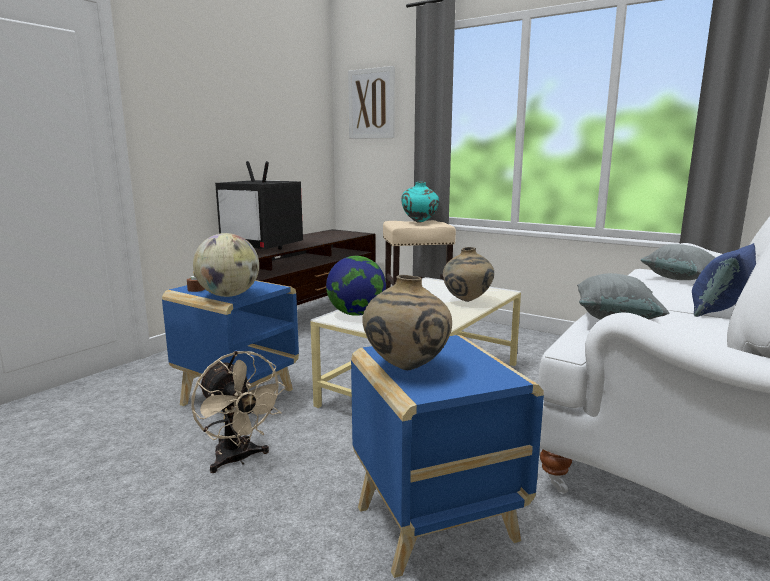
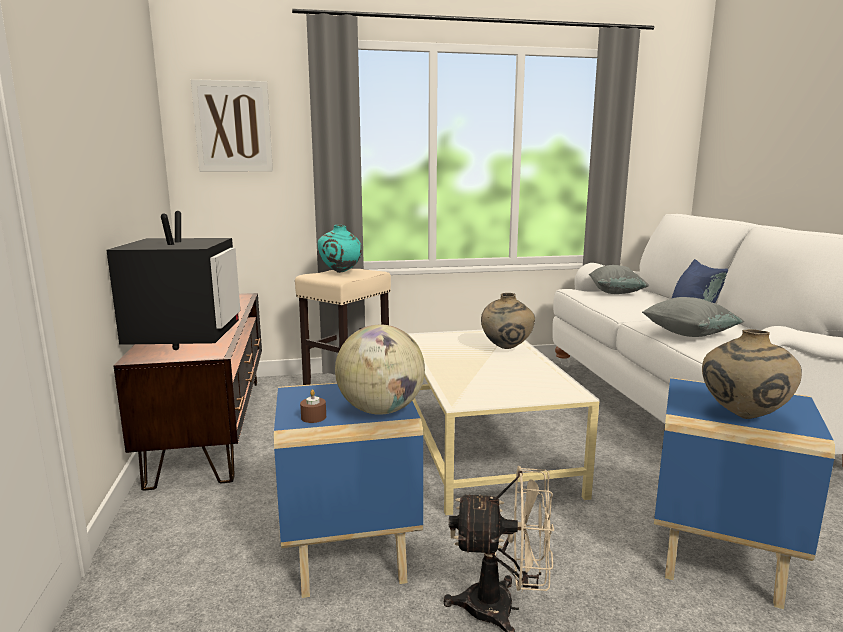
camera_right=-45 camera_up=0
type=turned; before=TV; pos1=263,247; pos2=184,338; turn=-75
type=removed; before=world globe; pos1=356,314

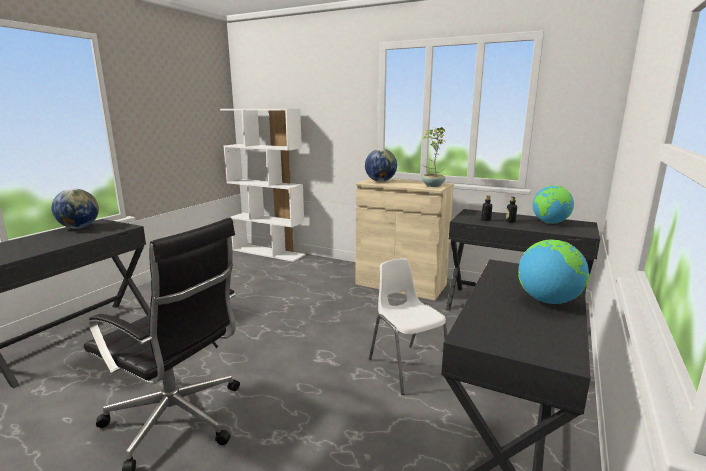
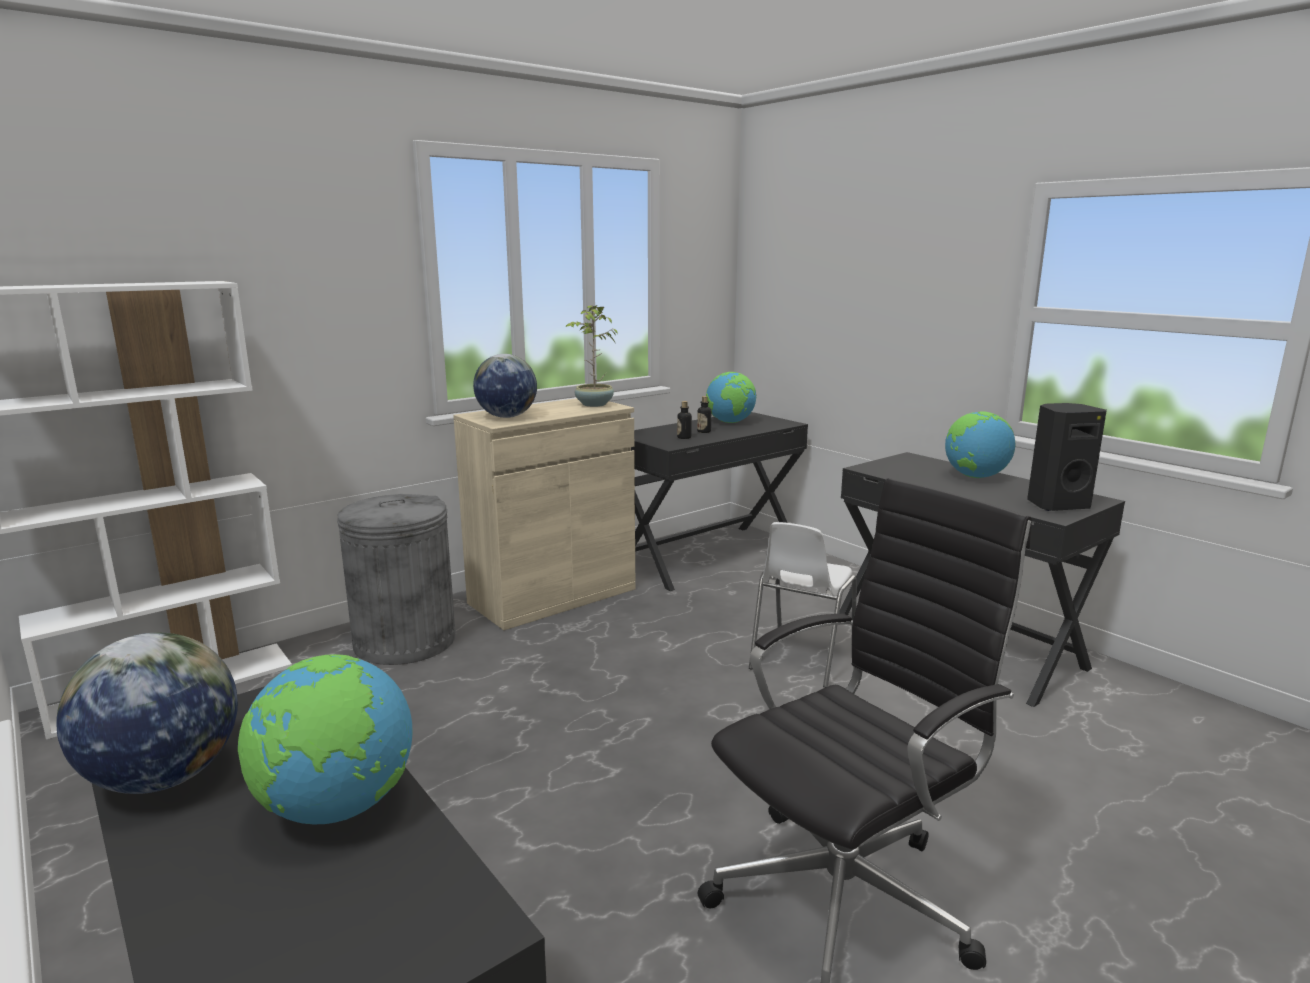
camera_right=-65 camera_up=0
type=turned; before=whitish plain chair; pos1=407,367; pos2=801,658; turn=-60
type=added; after=world globe; pos2=337,808
type=added; after=grey rubbish bin; pos2=405,640
type=added; after=black loudspeaker; pos2=1056,505

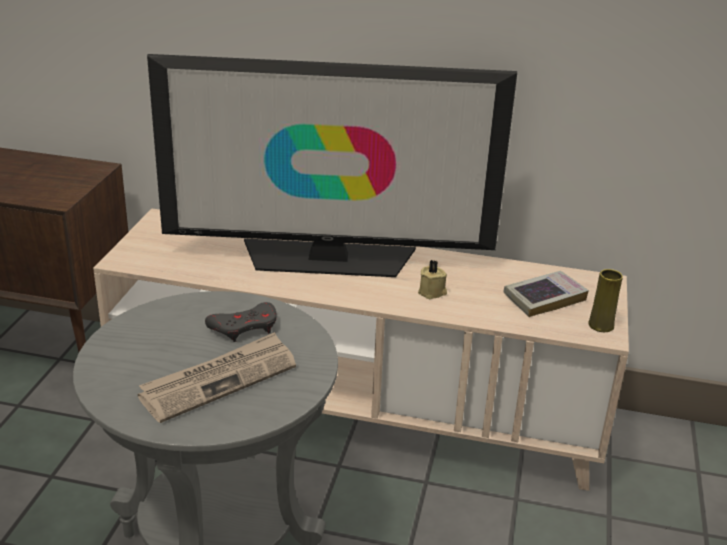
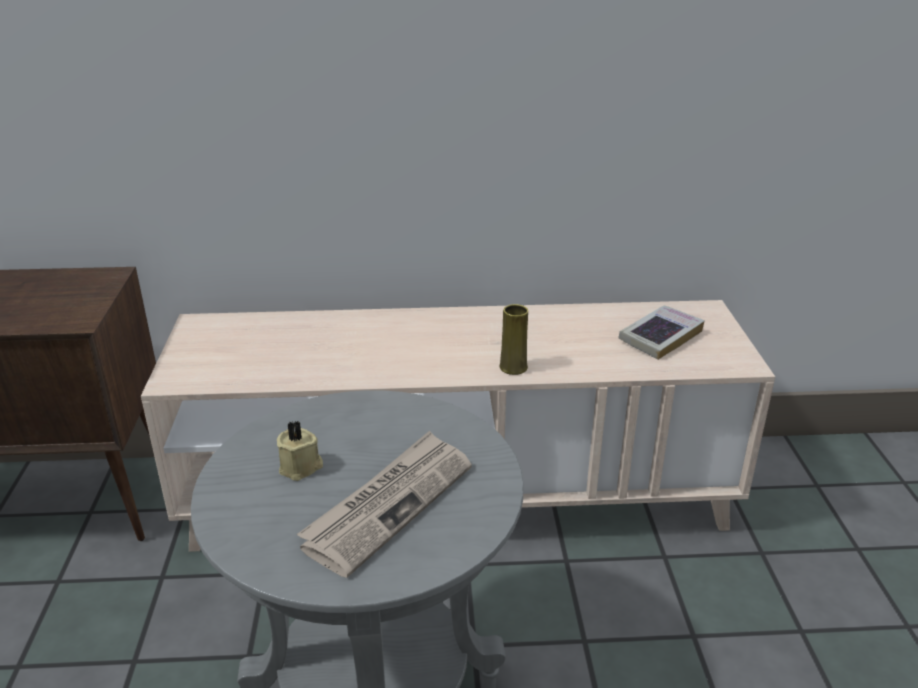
camera_right=-15 camera_up=0
type=removed; before=TV; pos1=328,259
type=removed; before=grey joypad; pos1=244,327
type=moved; before=beige-coloured candle; pos1=432,292; pos2=301,467
type=moved; before=yellowish flower vase; pos1=601,325; pos2=513,367

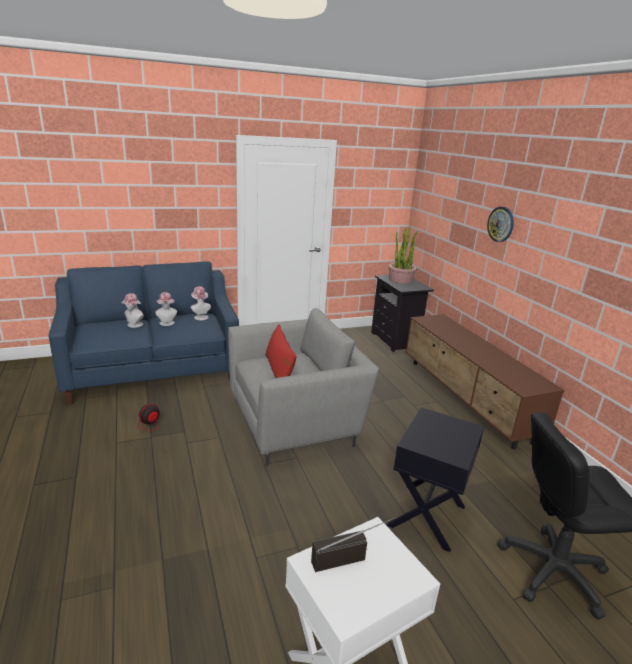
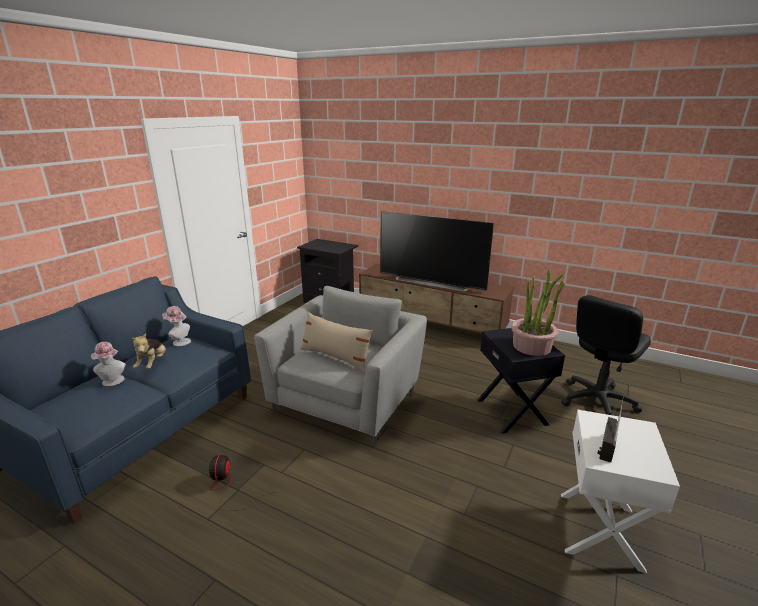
camera_right=-40 camera_up=0
type=replaced; before=hat; after=cuddly toy; pos1=167,323; pos2=153,363
type=recoloured; before=reddish cushion; after=beige-coloured cushion; pos1=279,372; pos2=335,357
type=moved; before=plant in a pot; pos1=400,279; pos2=532,346
type=removed; before=hanging clock; pos1=501,224
type=added; after=TV; pos2=432,282

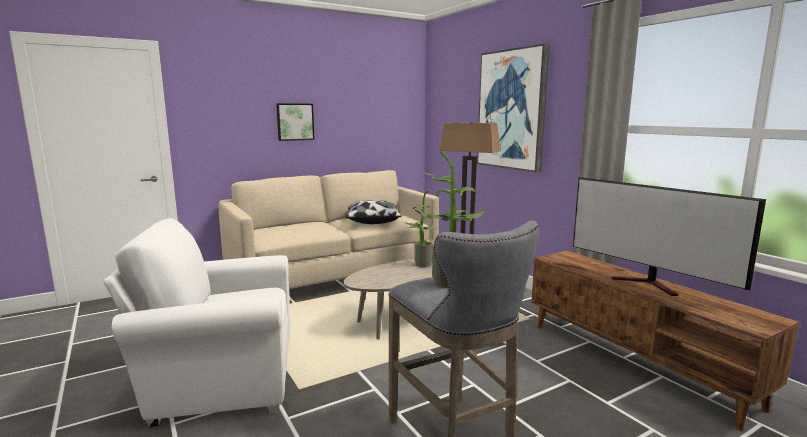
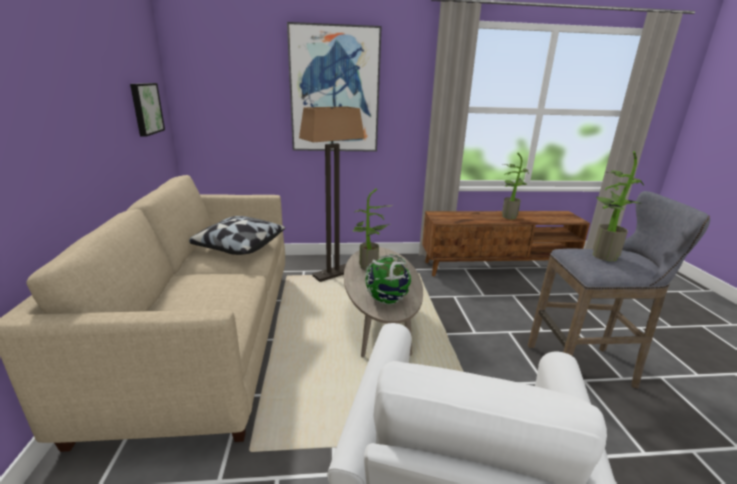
camera_right=-65 camera_up=10
type=moved; before=wall art; pos1=295,122; pos2=145,108
type=replaced; before=TV; after=plant in a pot; pos1=649,284; pos2=508,216
type=added; after=world globe; pos2=387,300

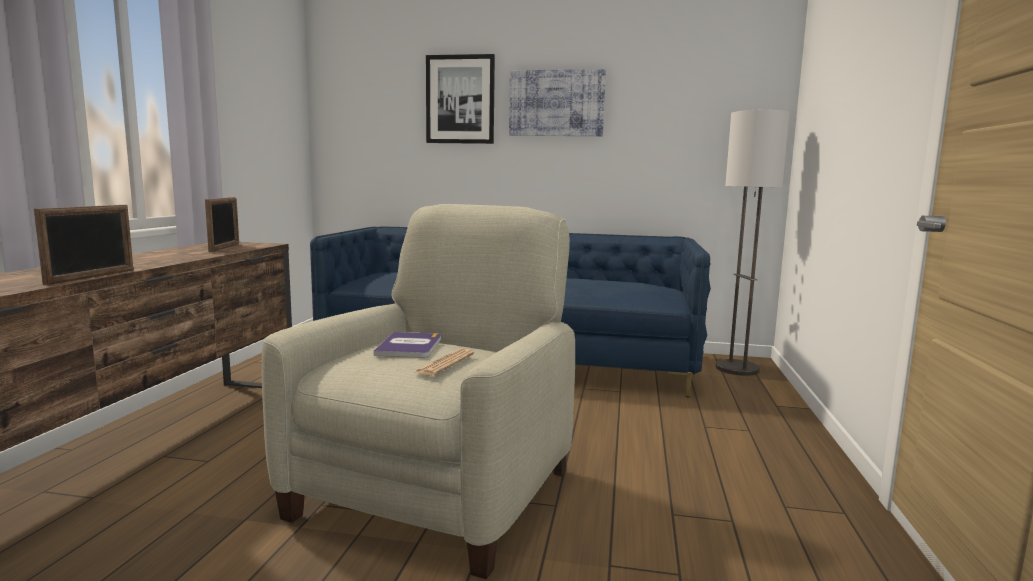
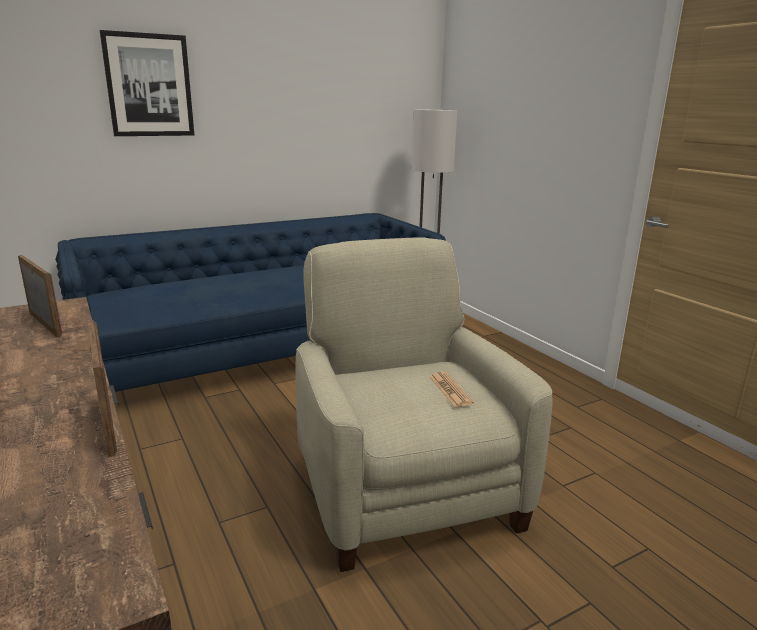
camera_right=-40 camera_up=10
type=removed; before=bound book; pos1=409,346
type=removed; before=wall art; pos1=556,103

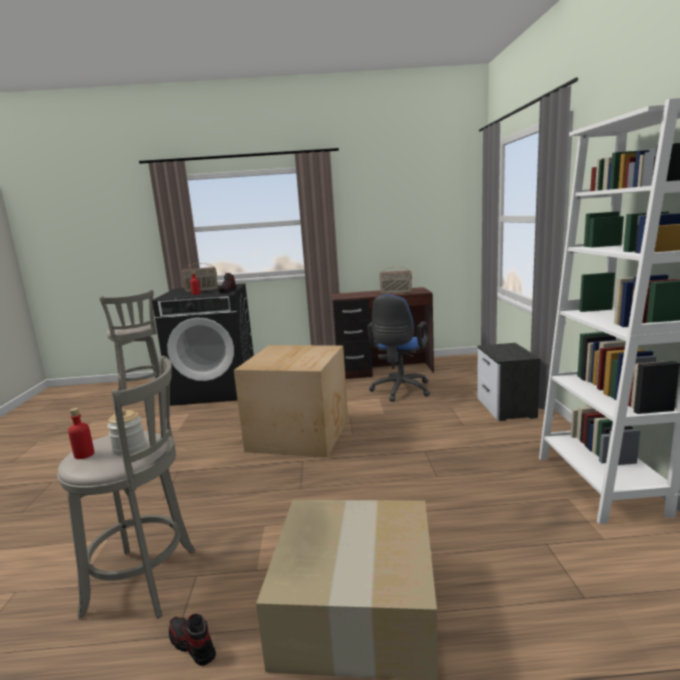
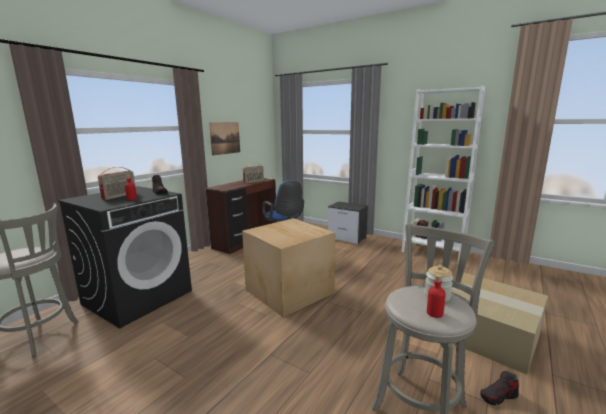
camera_right=-55 camera_up=0
type=added; after=wall art; pos2=225,138

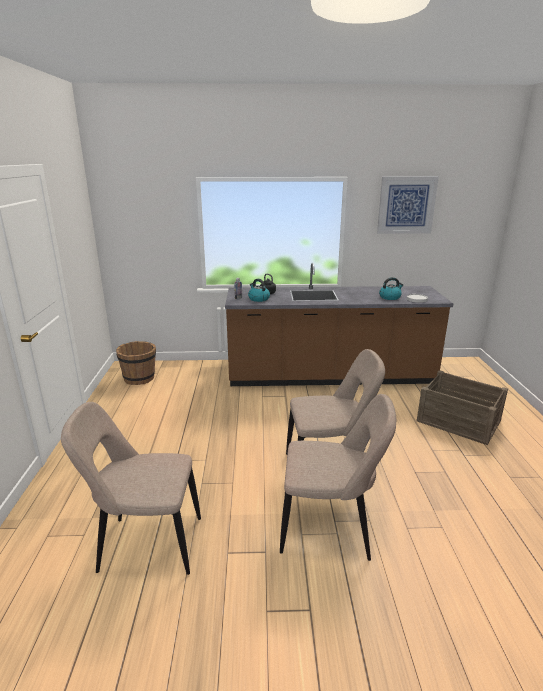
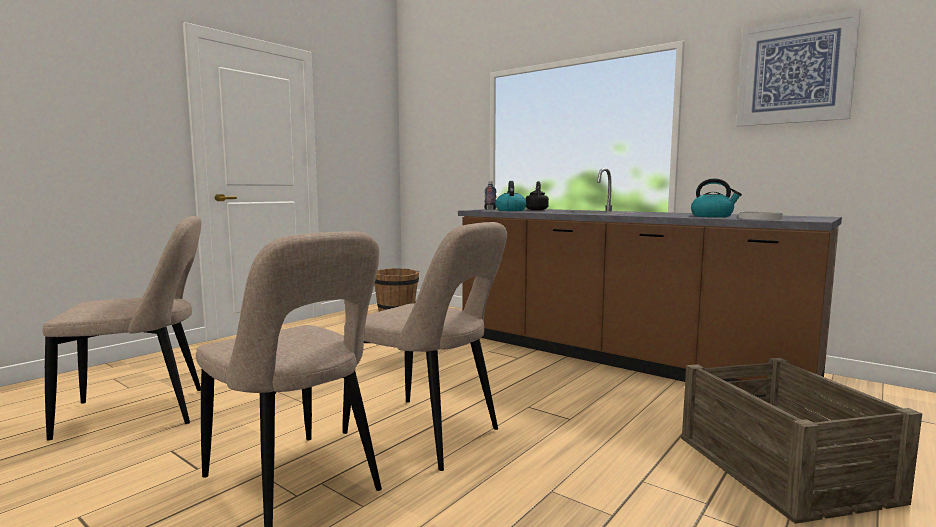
camera_right=40 camera_up=-15
type=turned; before=beige-coloured plain chair; pos1=146,544; pos2=141,412; turn=120

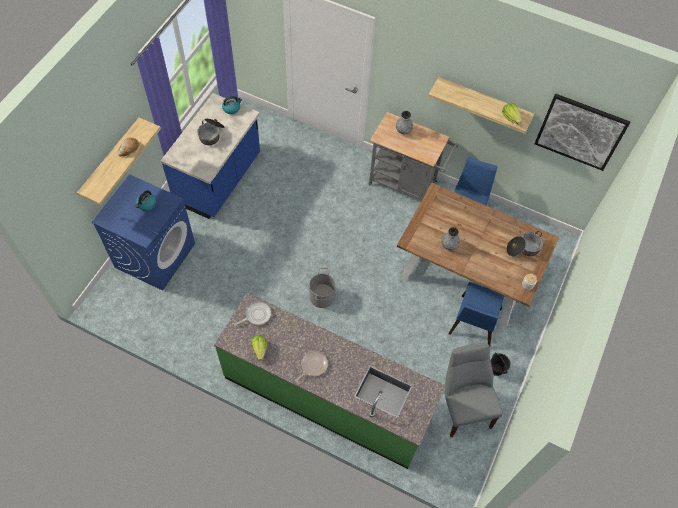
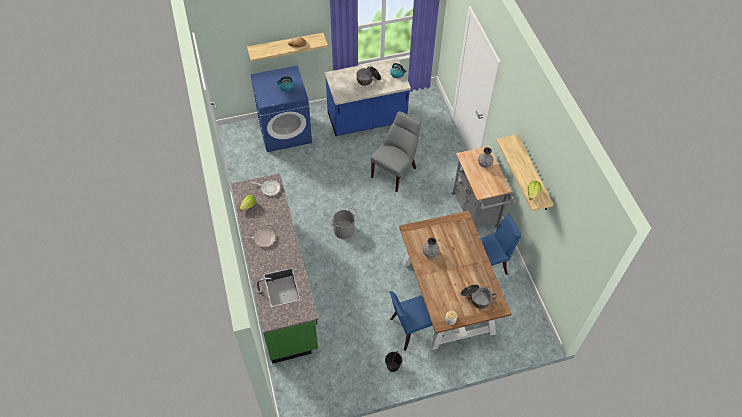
camera_right=50 camera_up=-5
type=moved; before=grey plain chair; pos1=463,405; pos2=395,171
type=removed; before=wall art; pos1=580,132

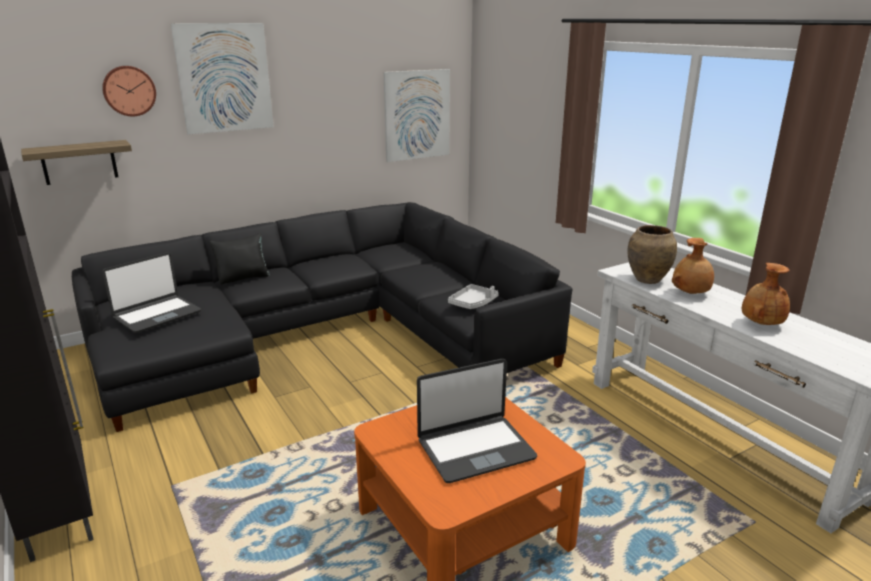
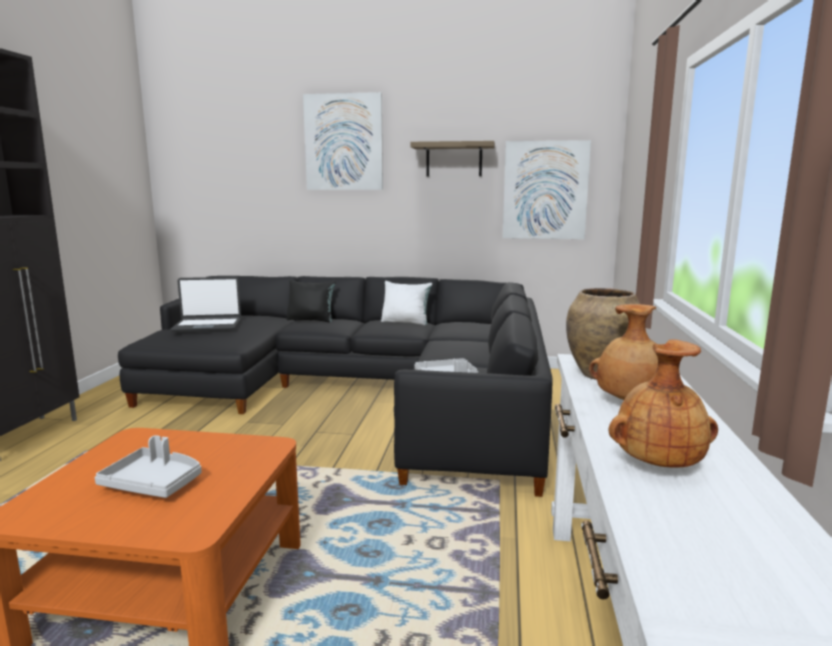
camera_right=40 camera_up=-10
type=moved; before=shelf; pos1=79,162; pos2=454,159
type=removed; before=hanging clock; pos1=129,91
type=replaced; before=portable computer; after=grey serving tray; pos1=475,449; pos2=154,483
type=added; after=whitish cushion; pos2=406,322

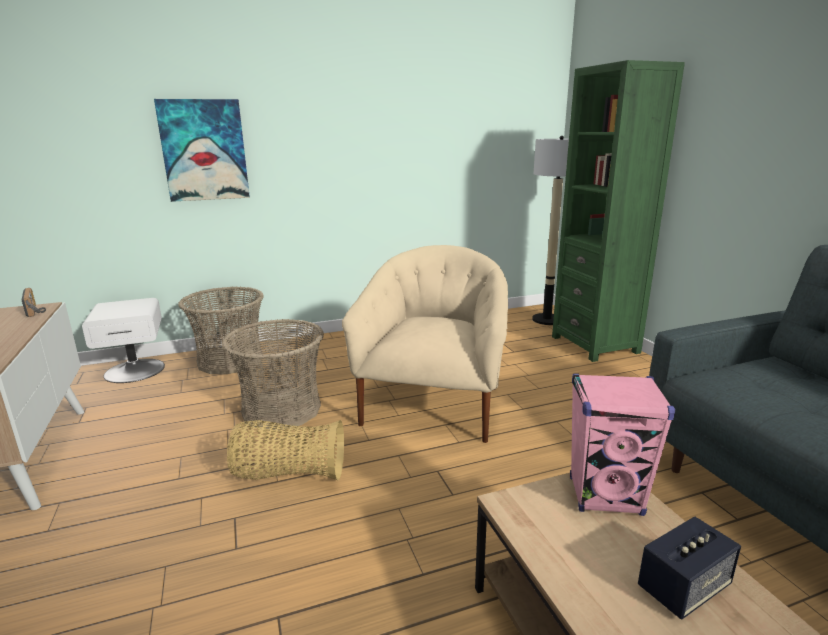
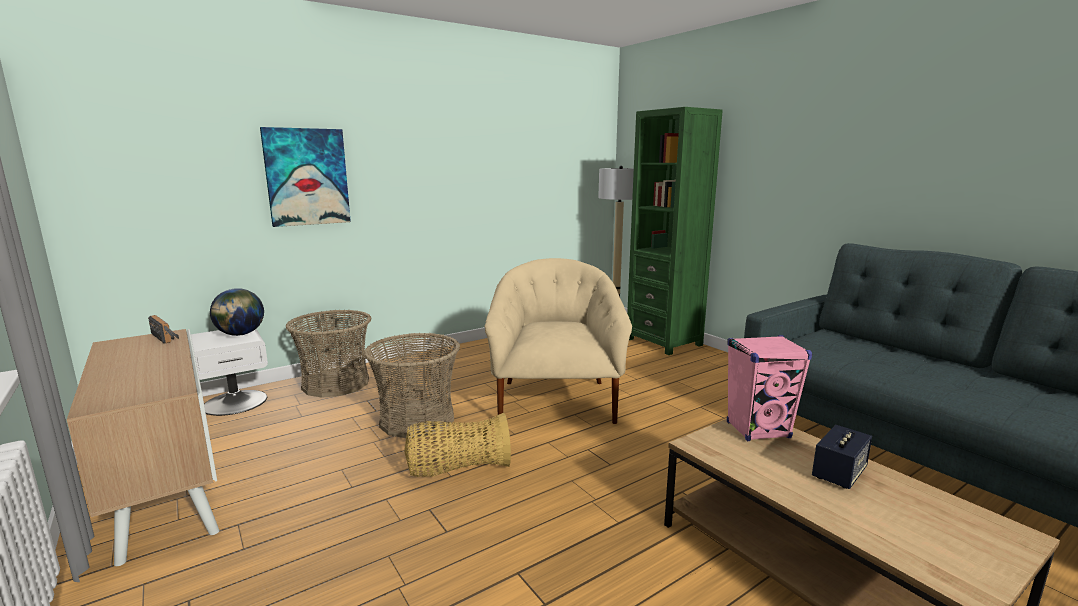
camera_right=-15 camera_up=-5
type=added; after=world globe; pos2=240,334

